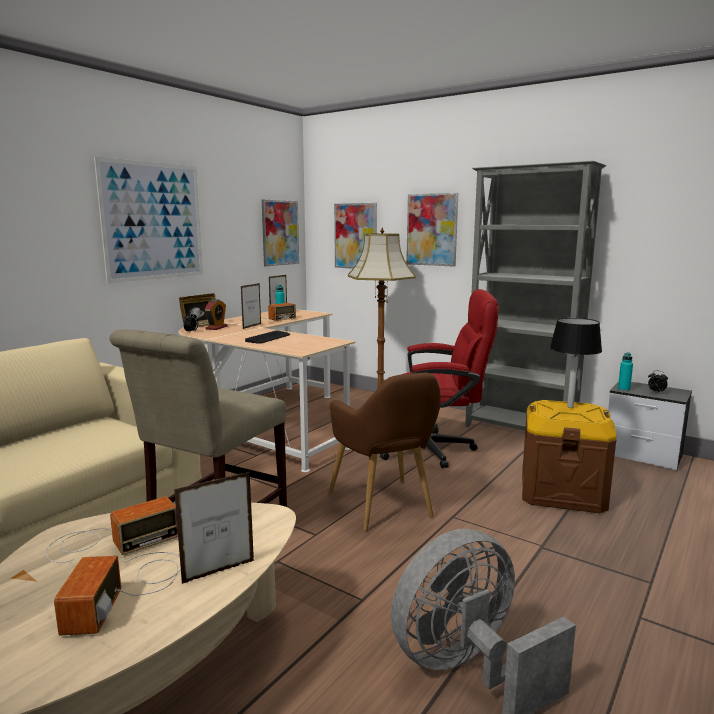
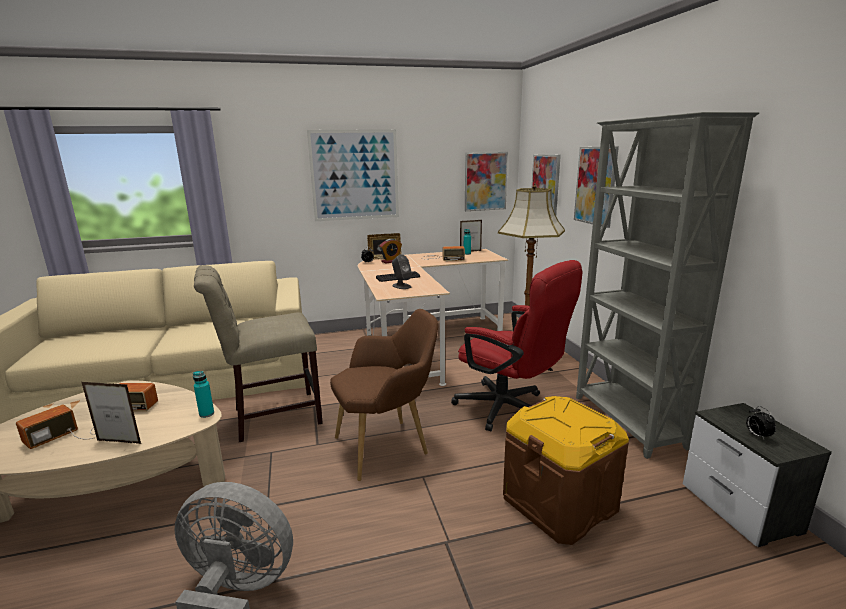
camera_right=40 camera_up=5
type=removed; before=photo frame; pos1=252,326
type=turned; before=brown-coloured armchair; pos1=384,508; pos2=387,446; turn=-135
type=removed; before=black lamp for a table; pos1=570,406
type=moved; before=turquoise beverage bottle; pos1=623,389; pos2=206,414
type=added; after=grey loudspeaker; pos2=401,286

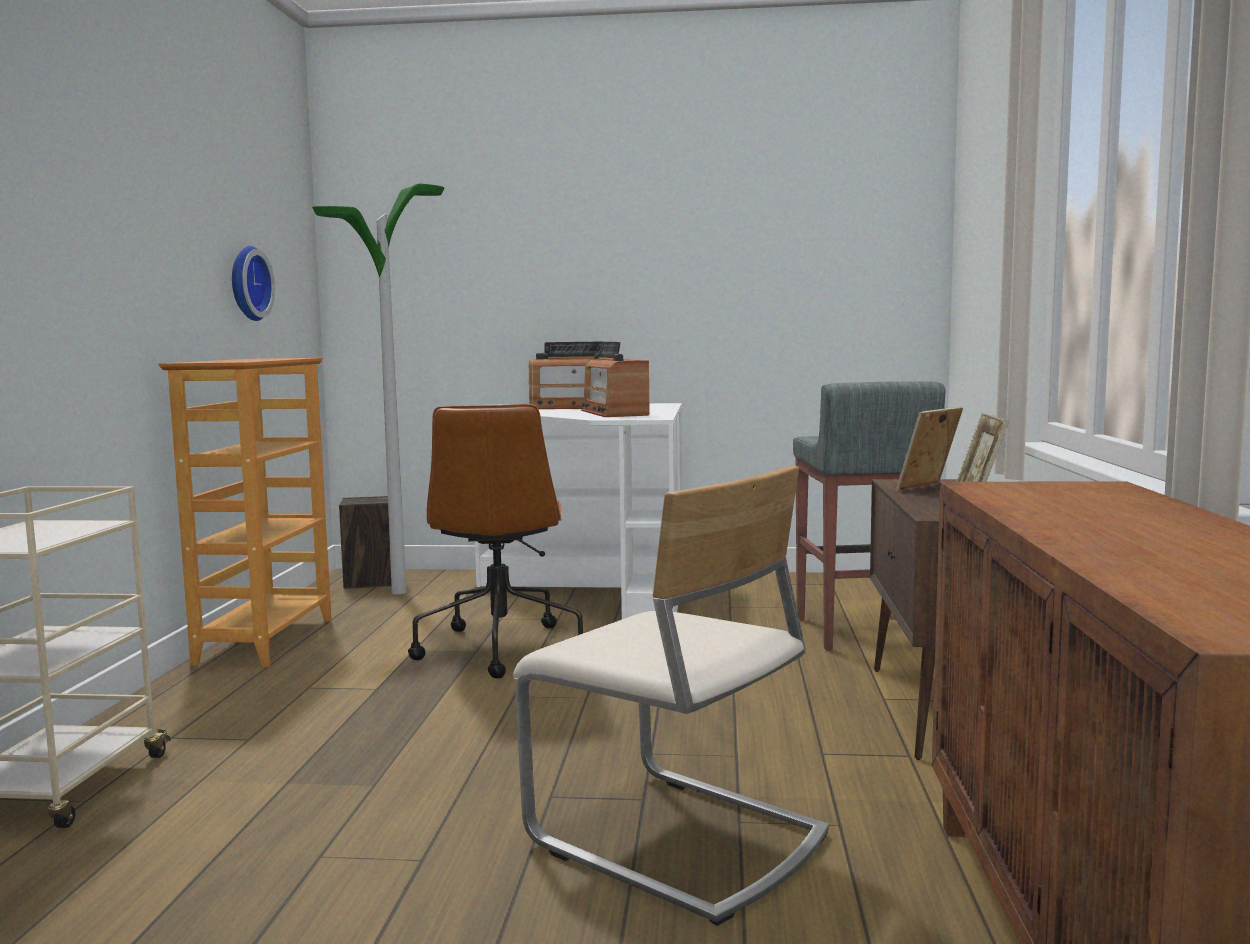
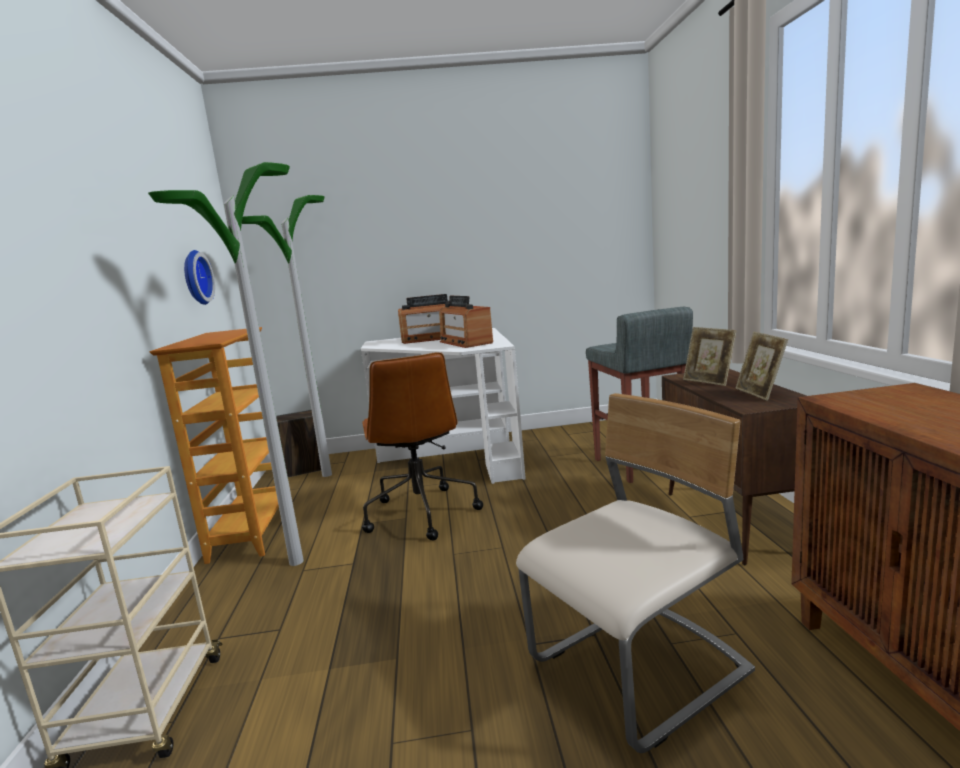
camera_right=-10 camera_up=5
type=turned; before=beige-coloured plain chair; pos1=675,840; pos2=640,670; turn=-60
type=turned; before=photo frame; pos1=928,488; pos2=709,381; turn=-75
type=added; after=standard lamp; pos2=296,561

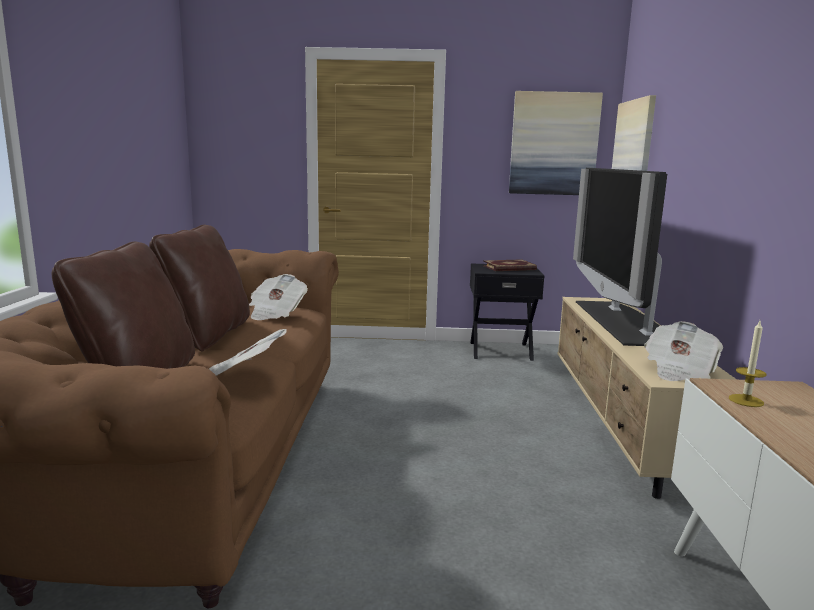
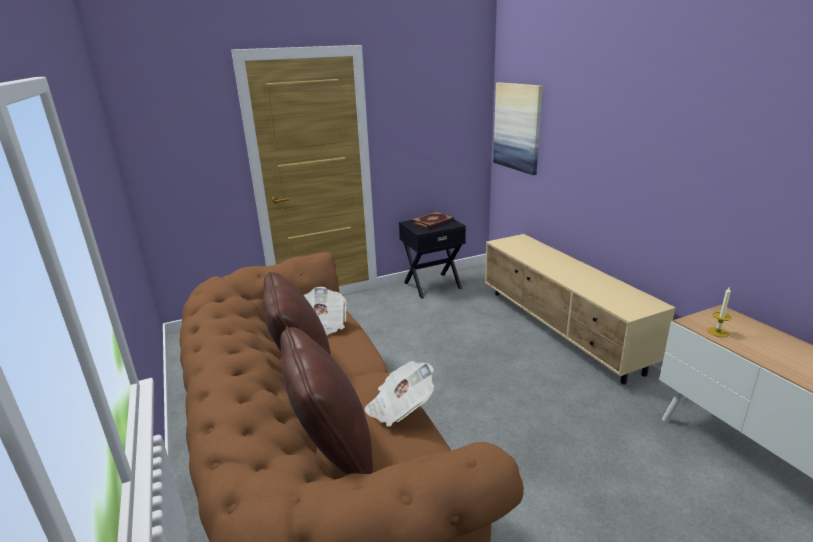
camera_right=-25 camera_up=10
type=removed; before=wall art; pos1=553,144
type=removed; before=TV; pos1=621,322
type=removed; before=printed paper; pos1=678,371

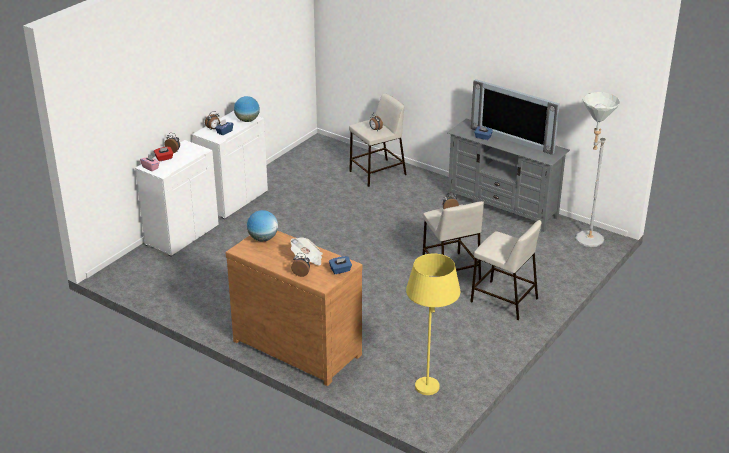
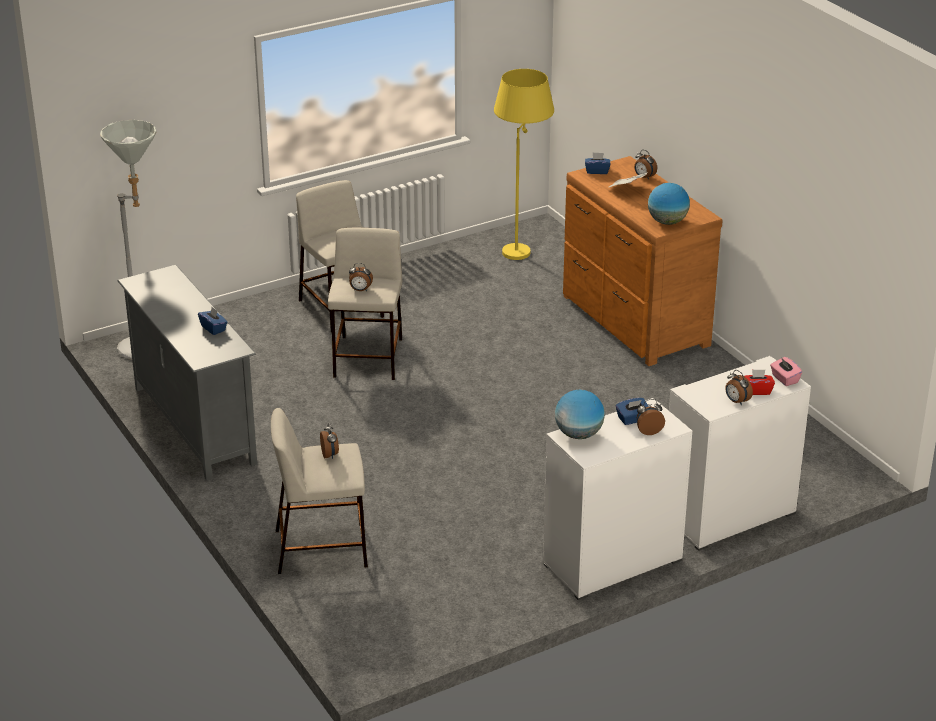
camera_right=-155 camera_up=0
type=removed; before=TV; pos1=513,139

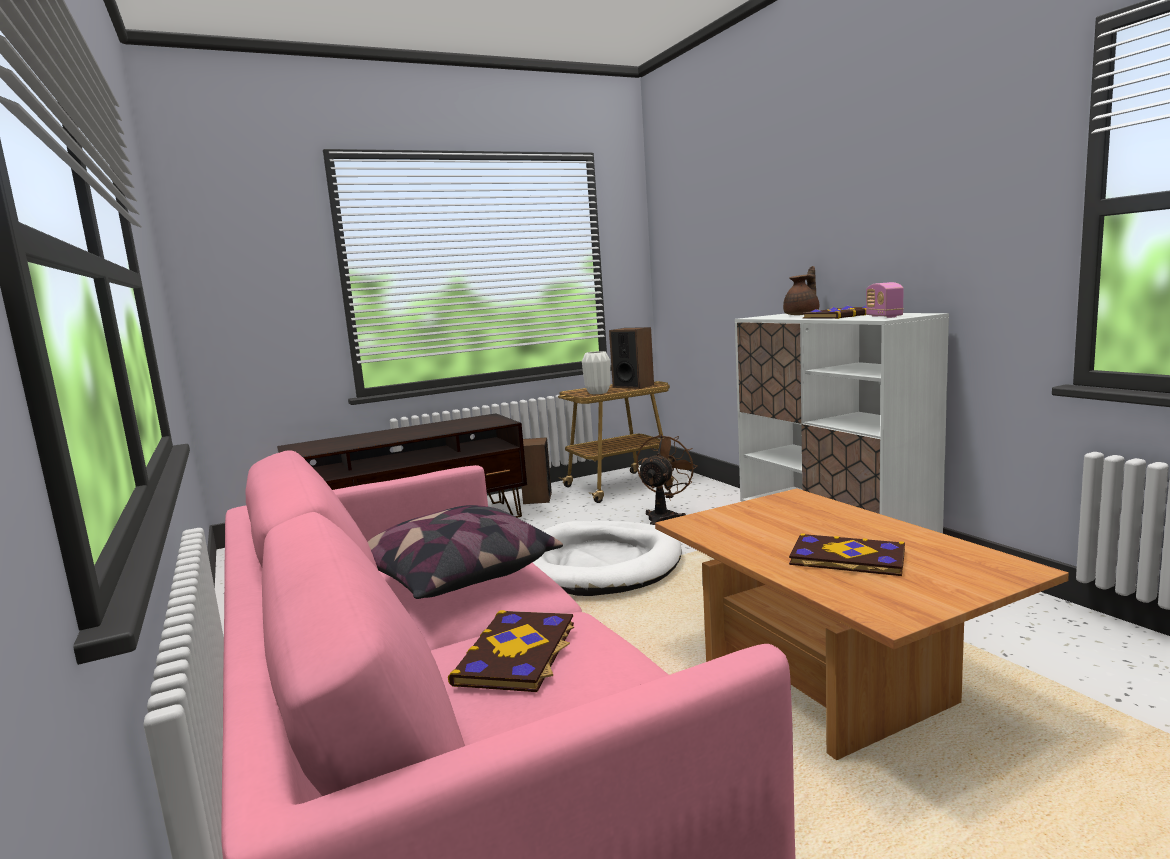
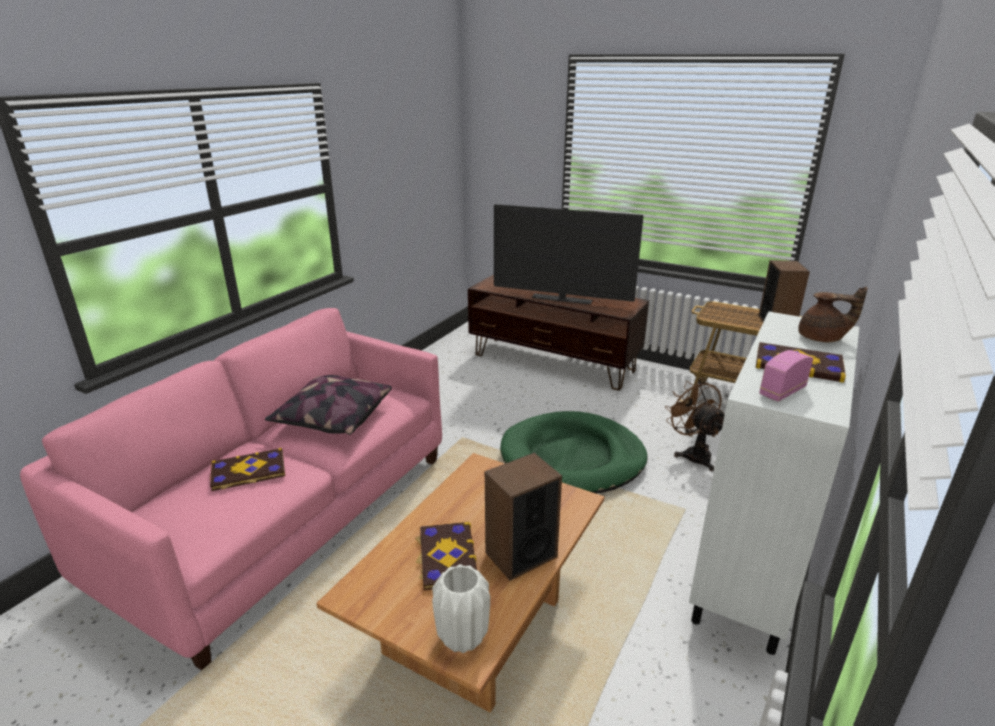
camera_right=55 camera_up=15
type=moved; before=loudspeaker; pos1=537,498; pos2=520,554
type=recoloured; before=whitish dog bed; after=greenish dog bed; pos1=600,564; pos2=572,458
type=moved; before=whitish flower vase; pos1=598,393; pos2=463,638
type=turned; before=brown-coloured fan; pos1=664,517; pos2=693,454; turn=-105
type=added; after=TV; pos2=562,299

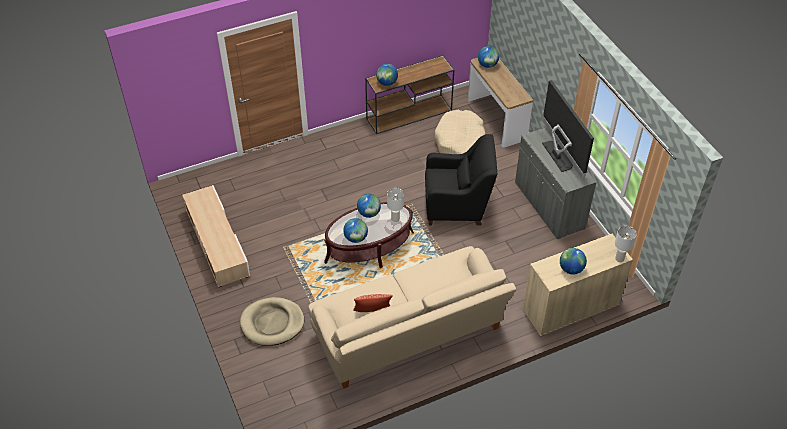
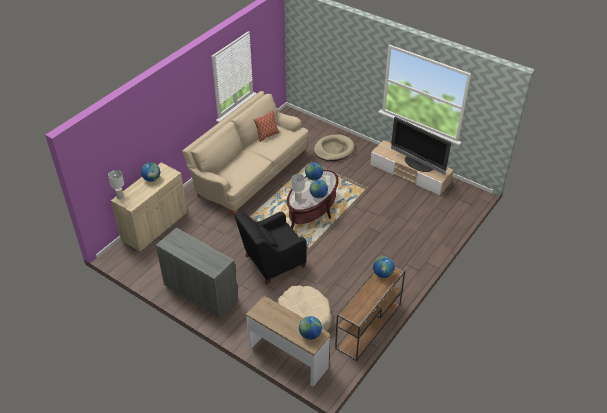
camera_right=150 camera_up=-5
type=moved; before=TV; pos1=560,155; pos2=417,164

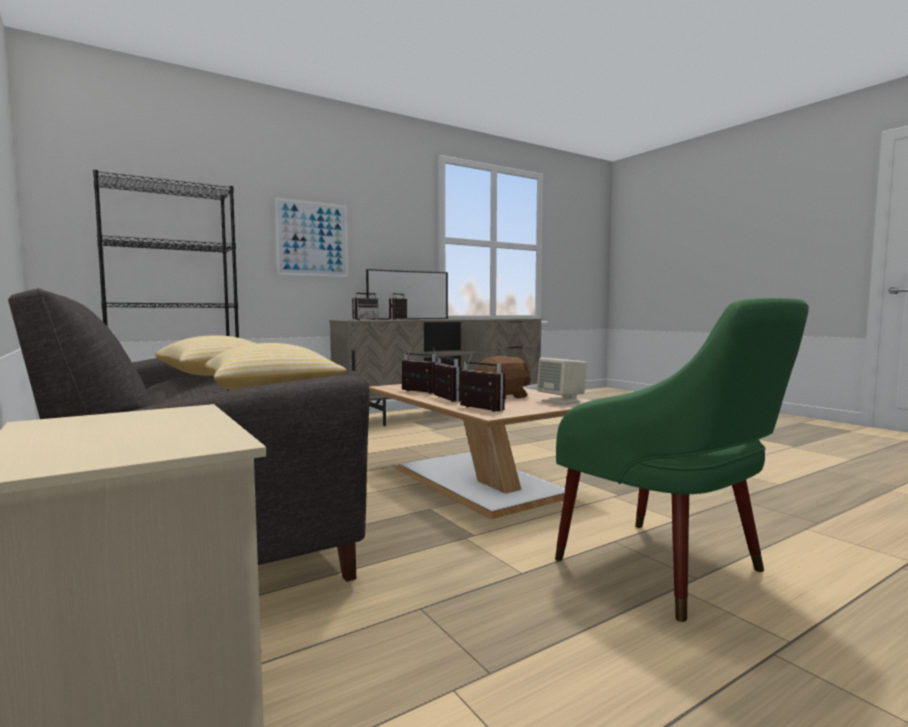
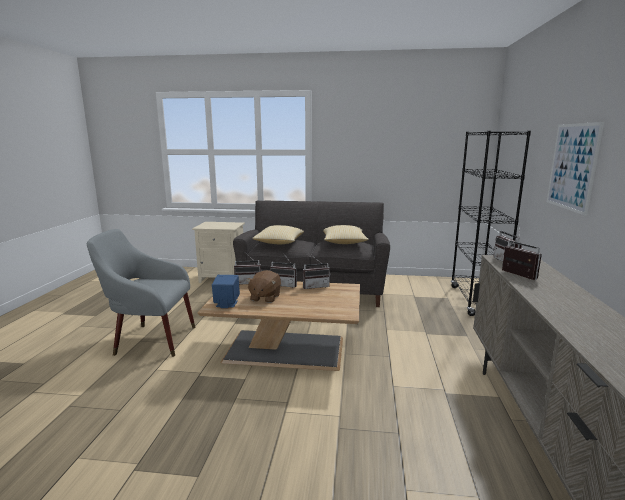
camera_right=130 camera_up=10
type=removed; before=TV; pos1=407,319
type=recoloured; before=beige-coloured loudspeaker; after=blue-coloured loudspeaker; pos1=562,401; pos2=226,304
type=recoloured; before=greenish armchair; after=grey armchair; pos1=670,570; pos2=150,340

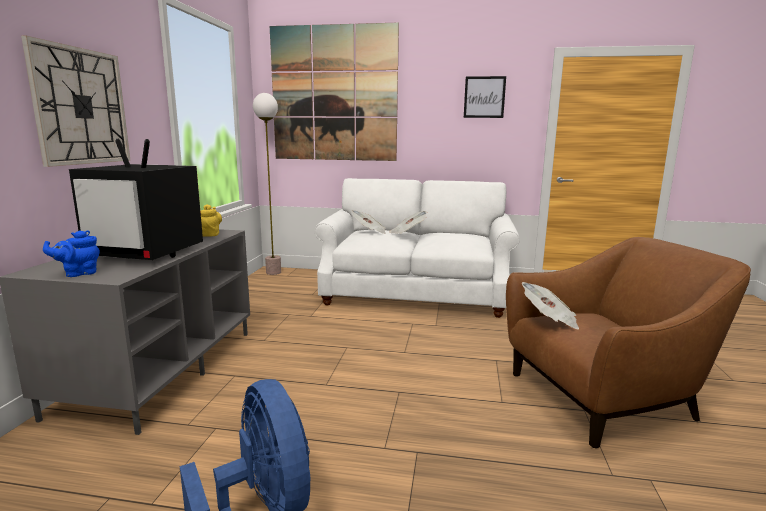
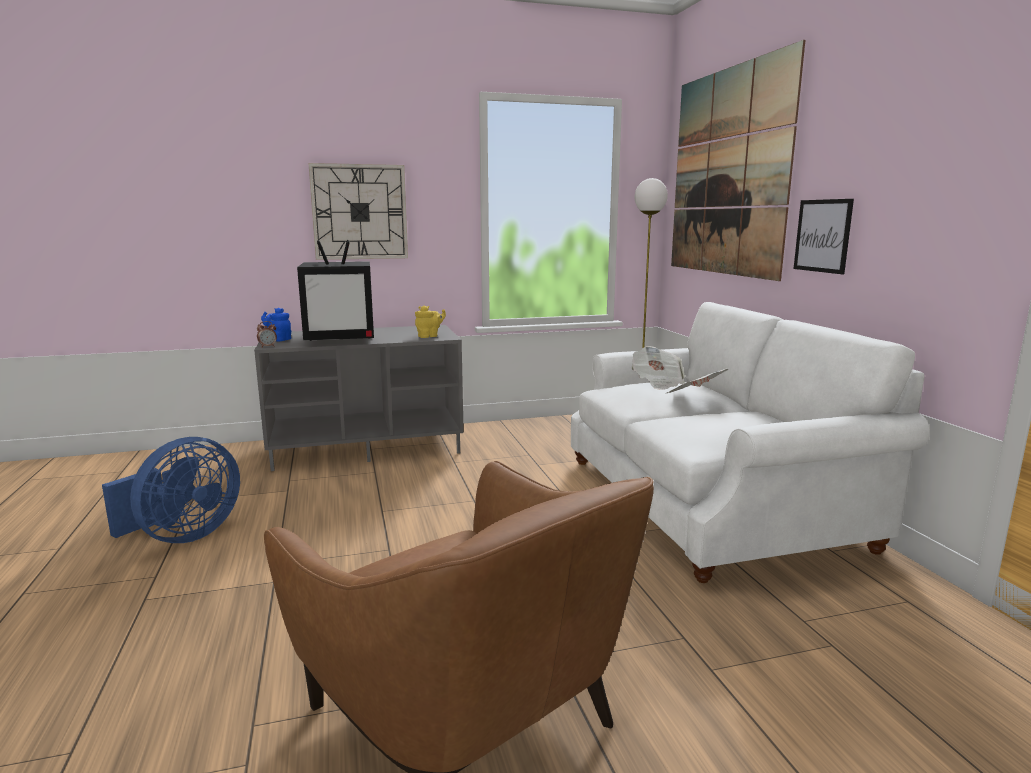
camera_right=65 camera_up=0
type=turned; before=TV; pos1=148,254; pos2=342,339; turn=-90
type=moved; before=wall art; pos1=484,97; pos2=822,236
type=removed; before=printed paper; pos1=549,320
type=added; after=bedside clock; pos2=268,346

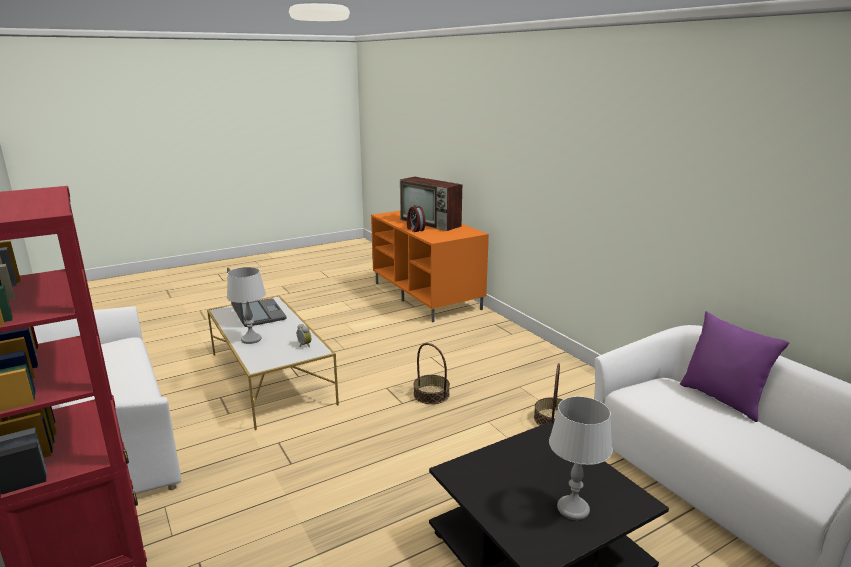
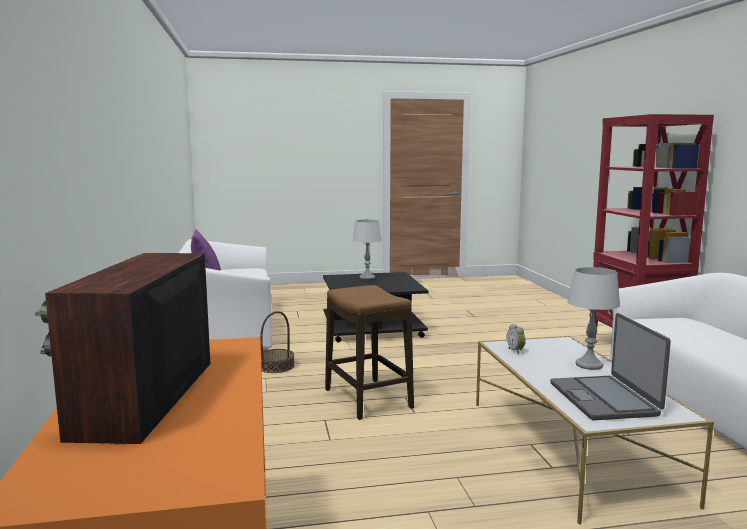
camera_right=-160 camera_up=-10
type=turned; before=TV; pos1=431,223; pos2=146,399; turn=-150
type=removed; before=bedside clock; pos1=415,229
type=replaced; before=household basket; after=stool seat; pos1=431,394; pos2=367,399

